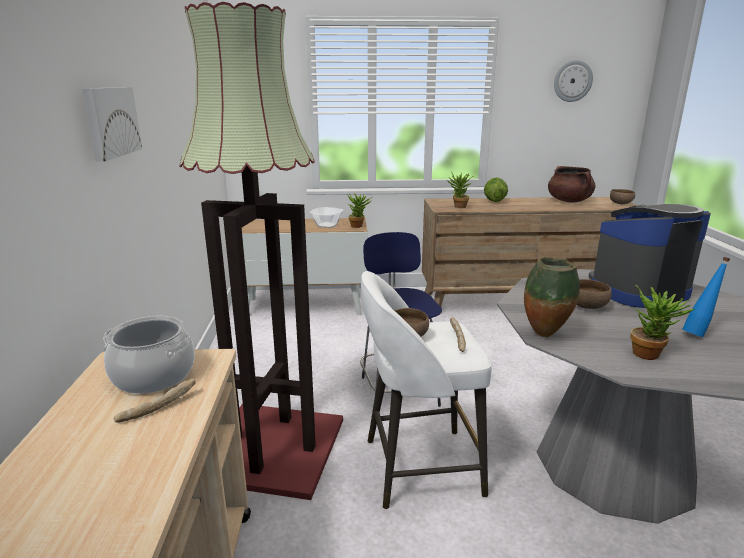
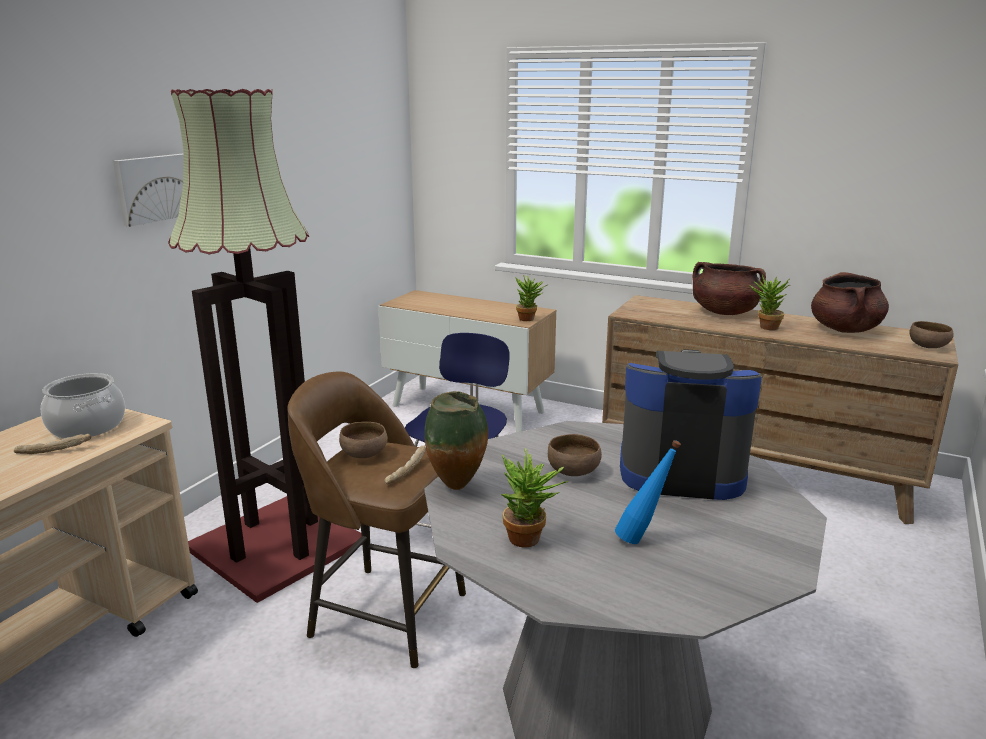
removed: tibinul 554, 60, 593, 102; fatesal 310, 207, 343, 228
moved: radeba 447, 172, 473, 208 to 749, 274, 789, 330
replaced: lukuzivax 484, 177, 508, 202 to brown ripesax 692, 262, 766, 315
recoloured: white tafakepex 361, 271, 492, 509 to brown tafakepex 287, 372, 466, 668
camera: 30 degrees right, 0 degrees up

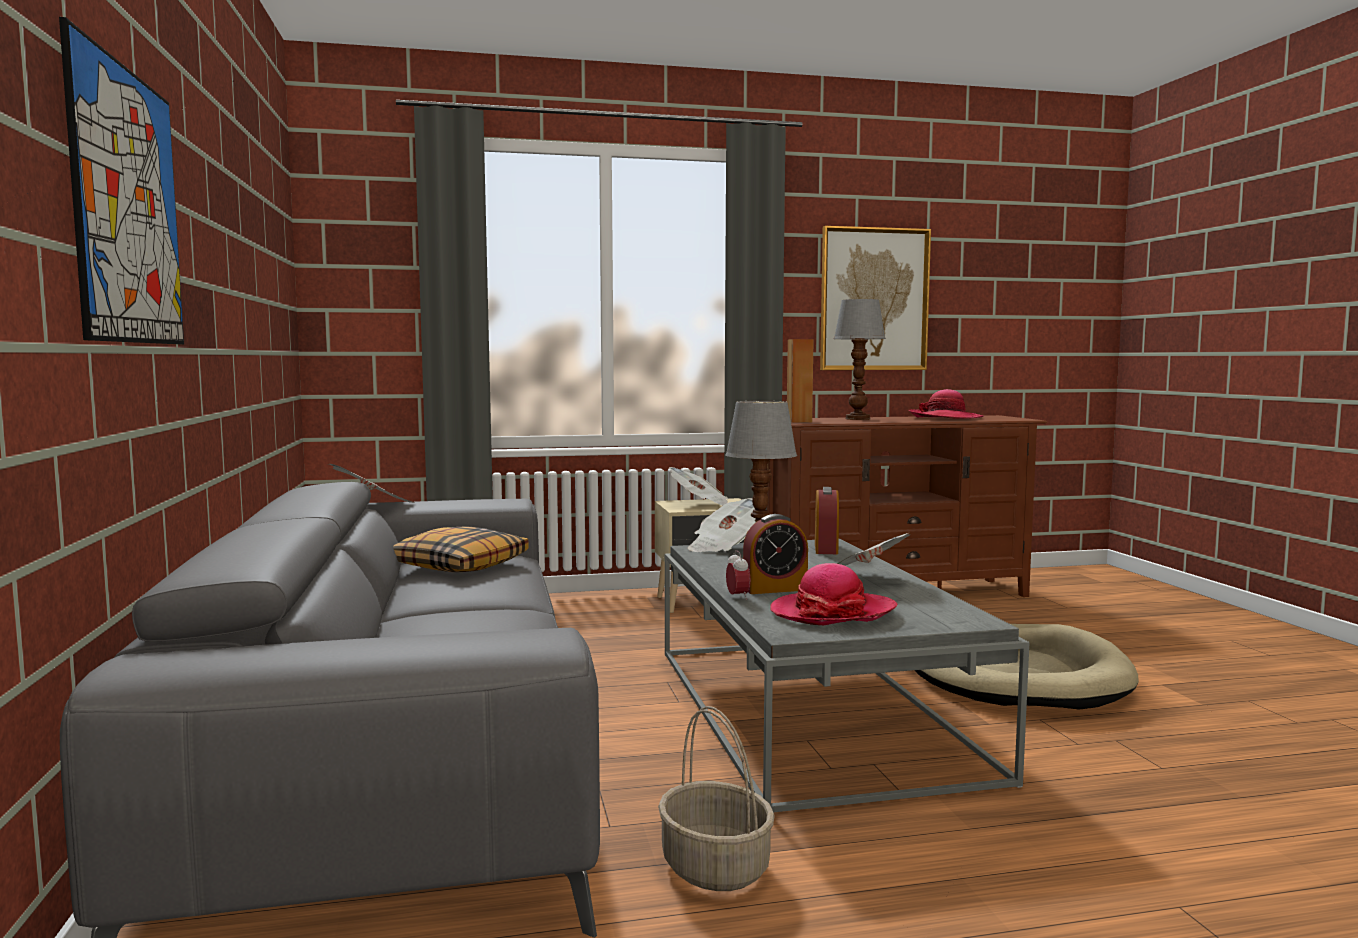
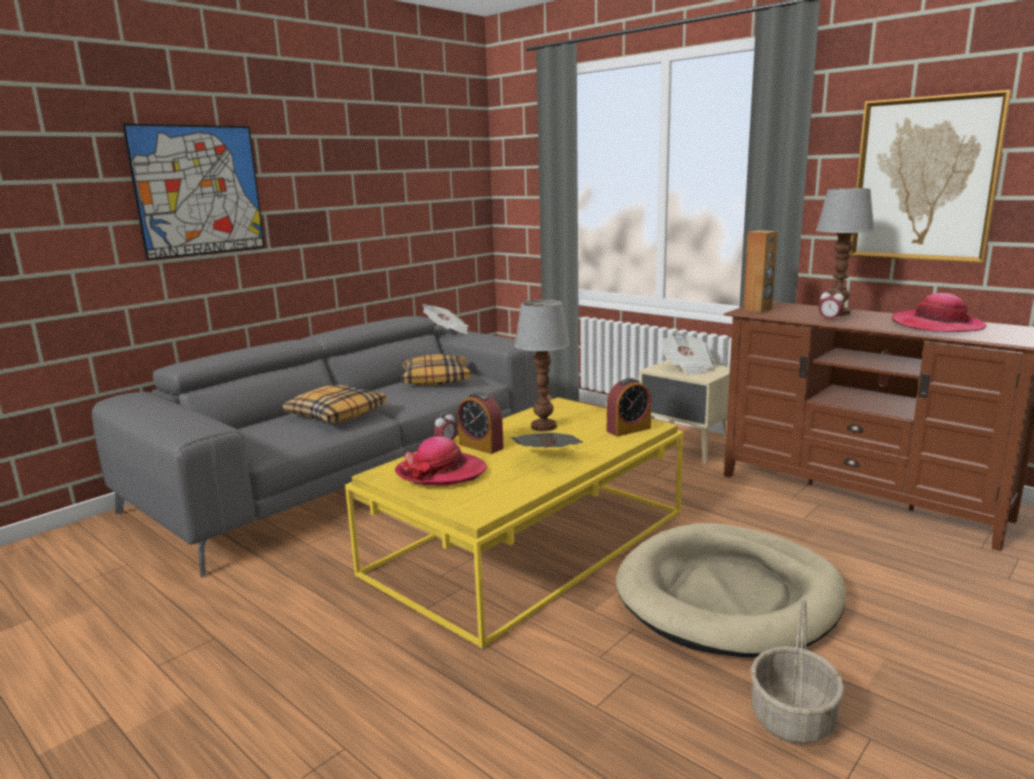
removed: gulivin 688, 498, 766, 552
added: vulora 819, 289, 844, 322; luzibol 283, 385, 386, 423
moved: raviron 658, 706, 775, 891 to 751, 600, 844, 744
recoloured: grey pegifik 665, 539, 1029, 812 to yellow pegifik 345, 397, 683, 649
camera: 55 degrees right, 10 degrees up

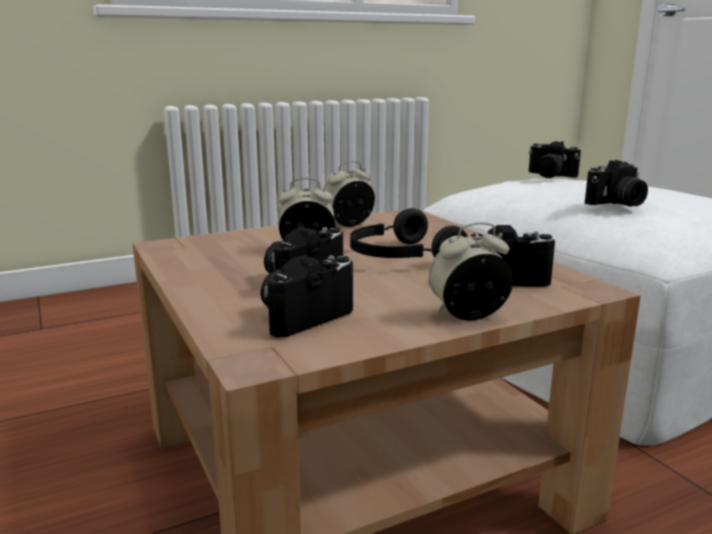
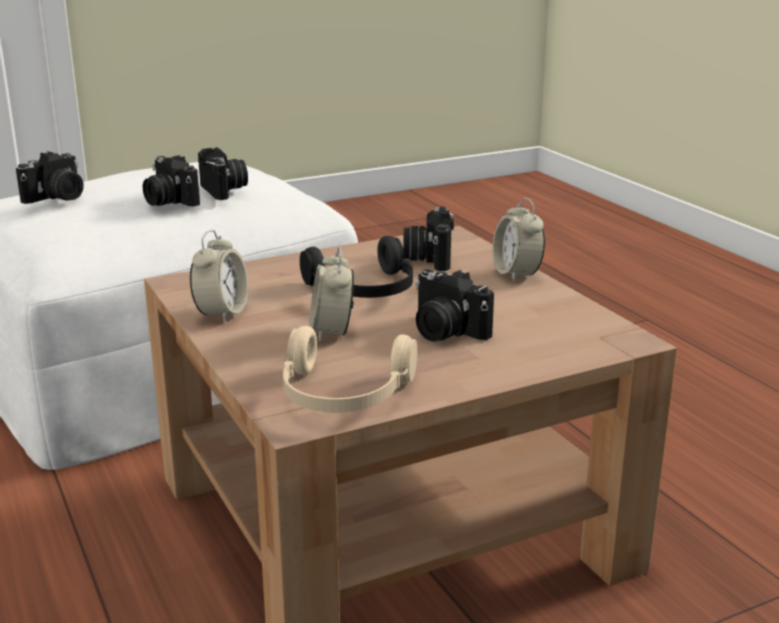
added: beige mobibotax 283, 326, 417, 413
moved: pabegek 260, 255, 353, 338 to 143, 155, 200, 206
turned: vulora 323, 161, 375, 227 = 190, 230, 248, 323 135 degrees counterclockwise
camera: 90 degrees left, 5 degrees up

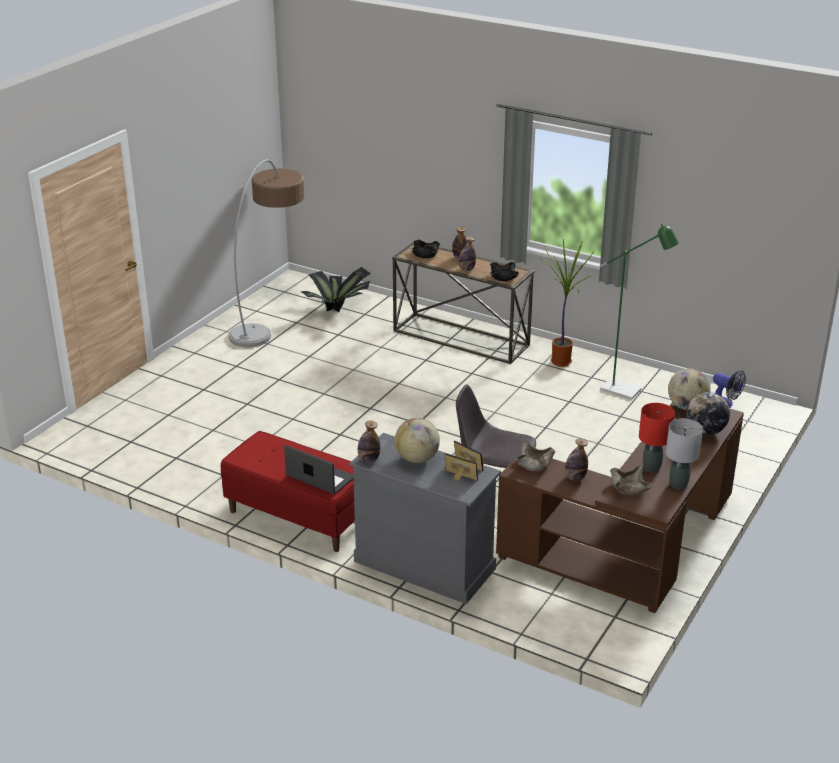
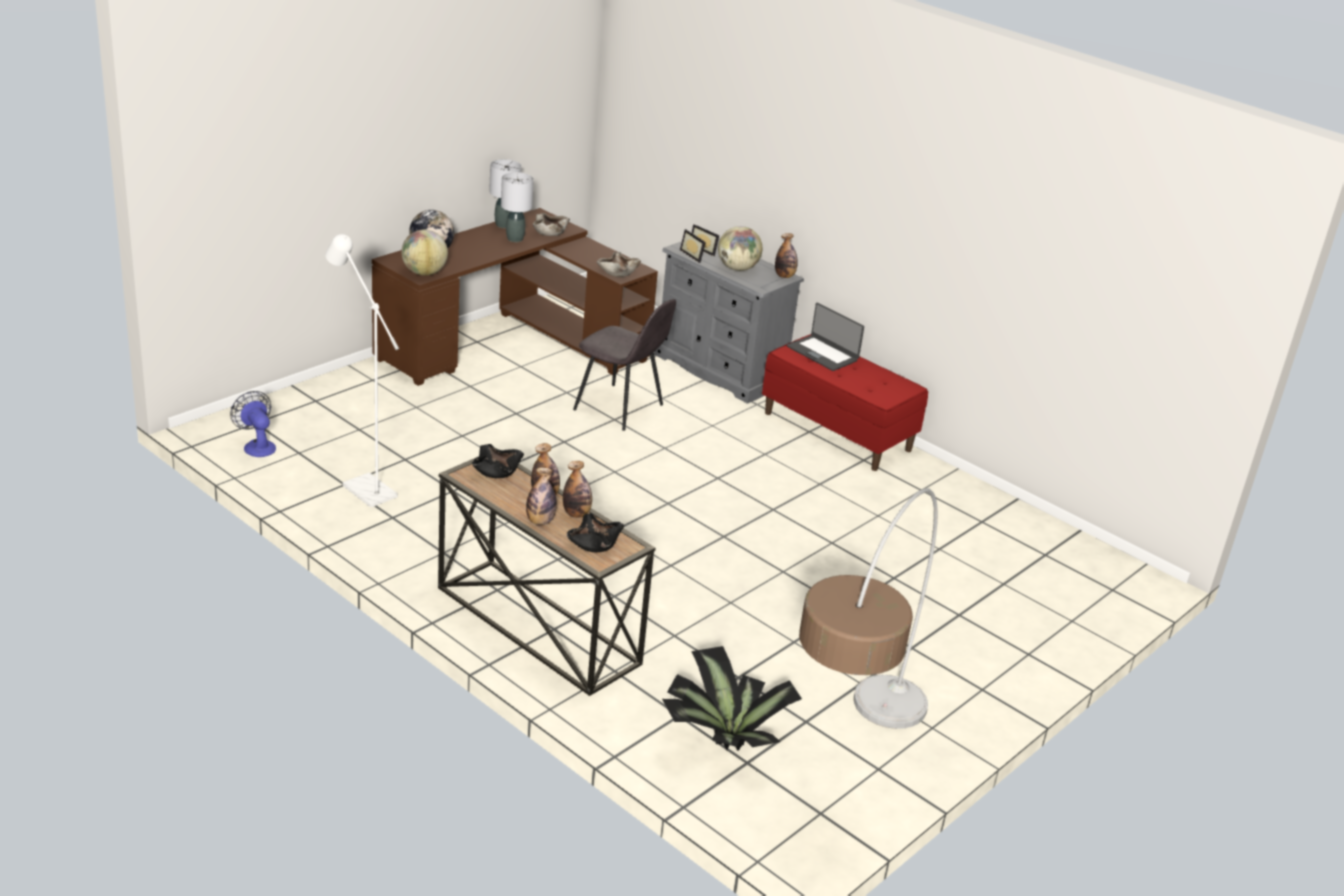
removed: radeba 541, 239, 595, 367
moved: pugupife 565, 439, 588, 481 to 563, 461, 592, 518
recoloured: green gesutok 599, 224, 679, 400 to white gesutok 325, 234, 399, 508; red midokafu 639, 403, 675, 472 to grey midokafu 501, 172, 534, 242
camera: 170 degrees left, 0 degrees up

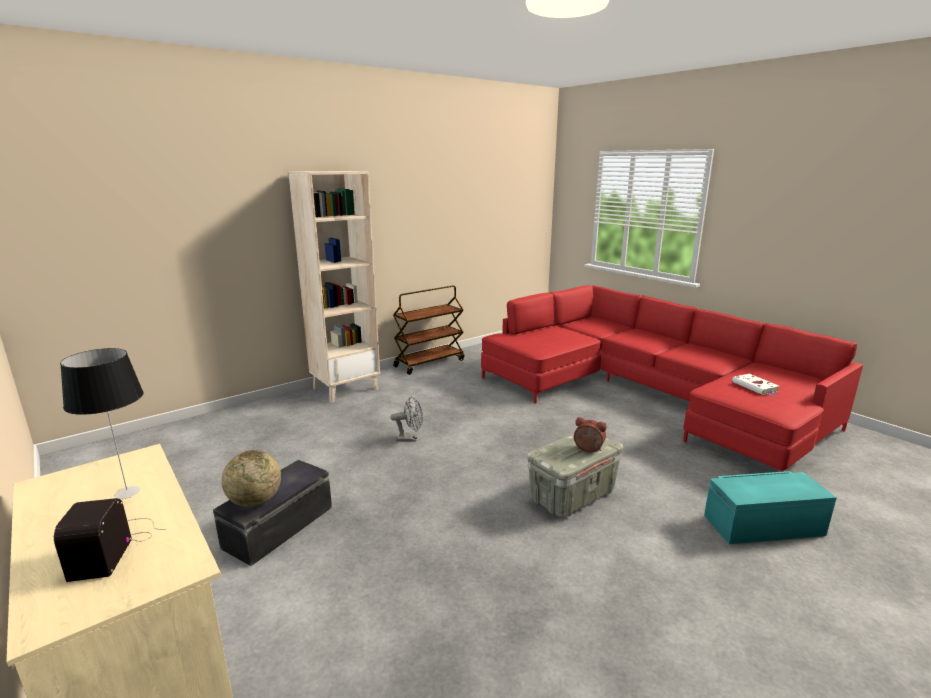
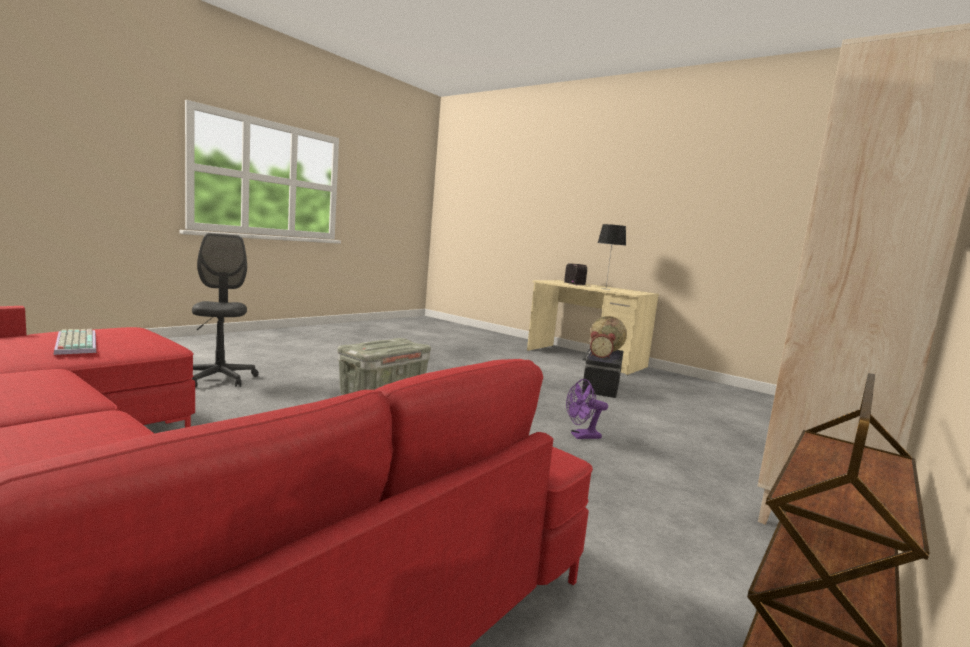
moved: vulora 574, 417, 607, 452 to 590, 331, 615, 358
replaced: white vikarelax 732, 374, 779, 397 to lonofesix 54, 329, 96, 355; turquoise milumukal 704, 471, 837, 544 to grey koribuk 192, 233, 259, 387
recoloured: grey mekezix 390, 397, 423, 442 to purple mekezix 566, 379, 608, 439
camera: 165 degrees right, 10 degrees down

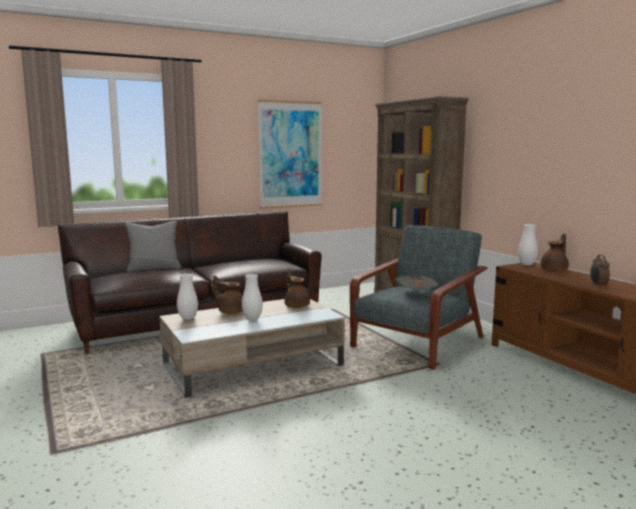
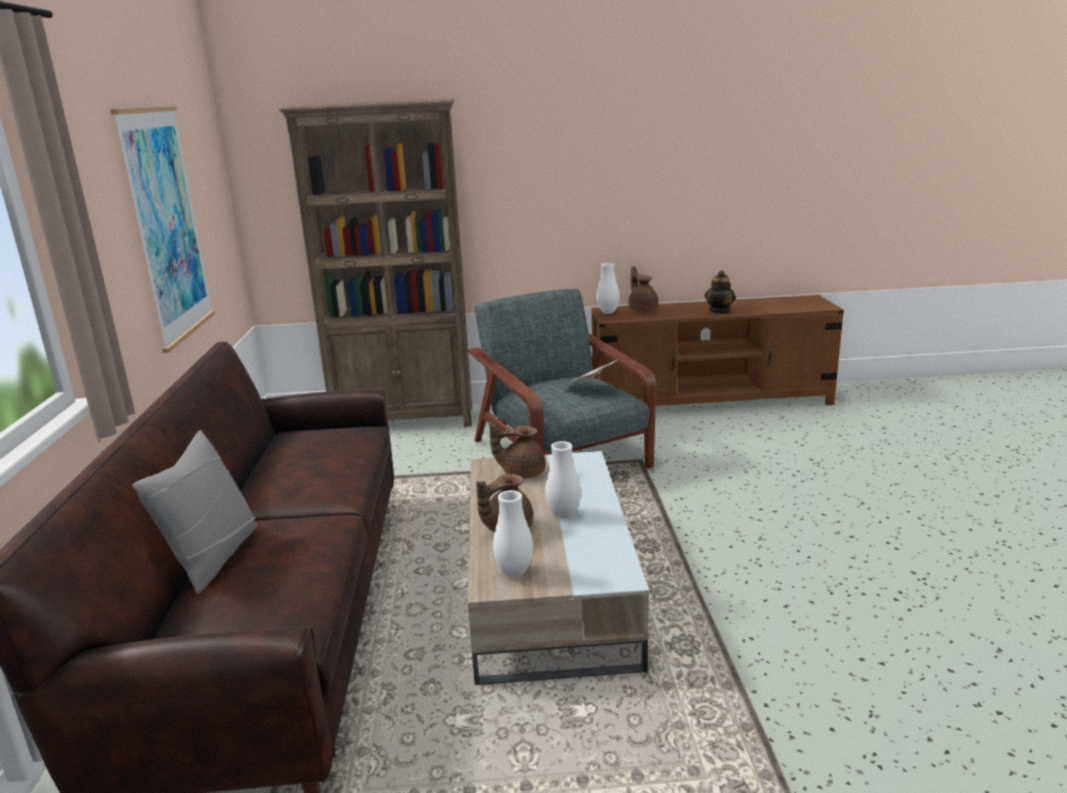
replaced: vulora 590, 255, 610, 288 to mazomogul 705, 270, 736, 314
camera: 65 degrees left, 10 degrees up

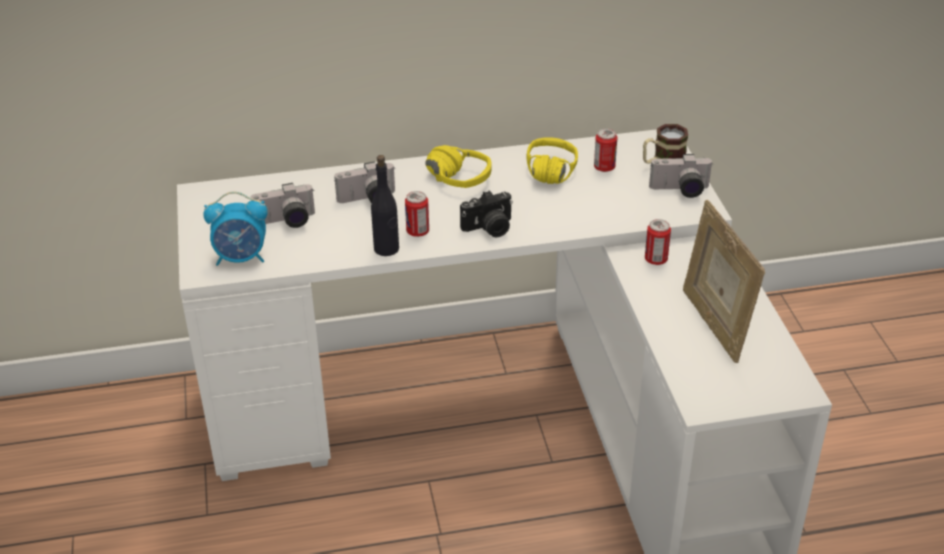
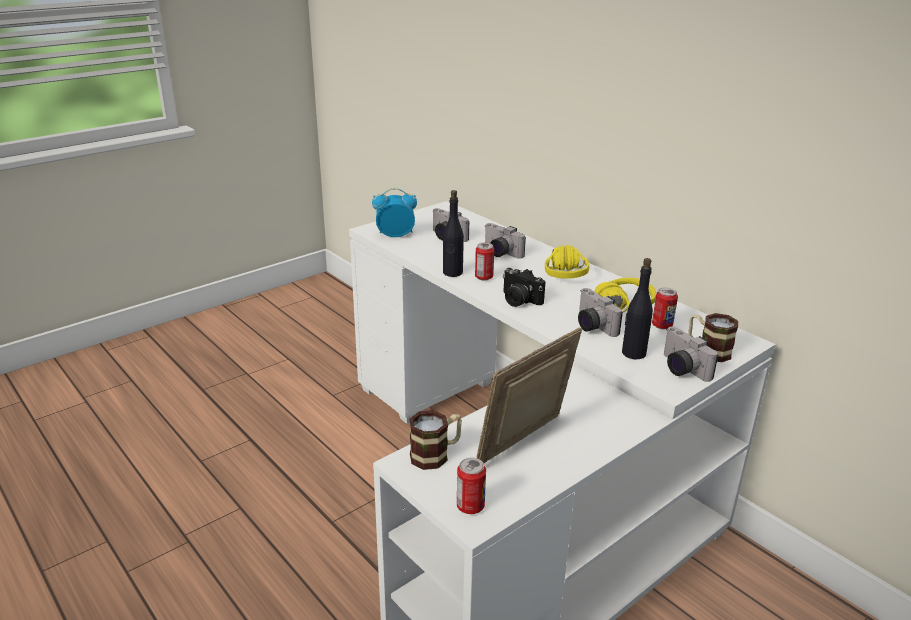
added: black pugupife 622, 258, 653, 359; pabegek 578, 288, 623, 337; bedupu 409, 410, 462, 470
moved: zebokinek 645, 219, 671, 265 to 457, 457, 486, 514
turned: vulora 203, 191, 268, 266 = 372, 188, 417, 237 120 degrees clockwise
camera: 60 degrees right, 10 degrees down

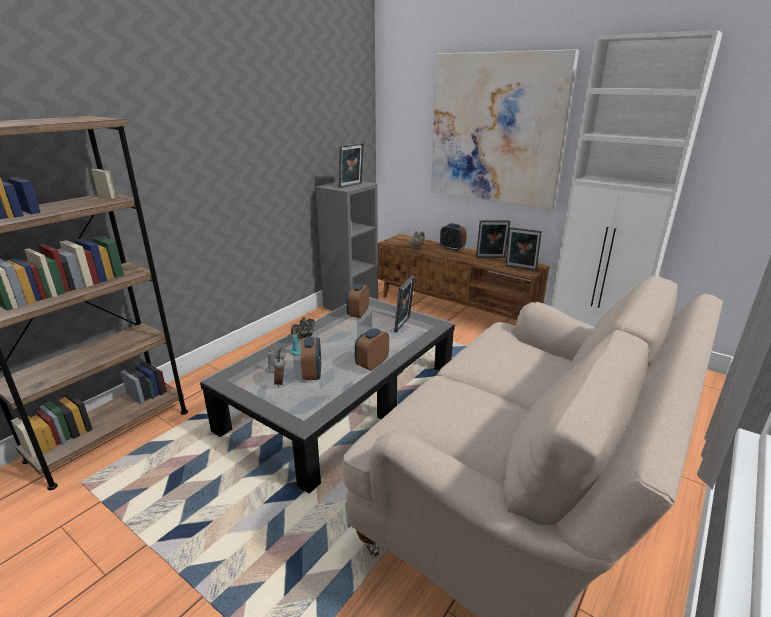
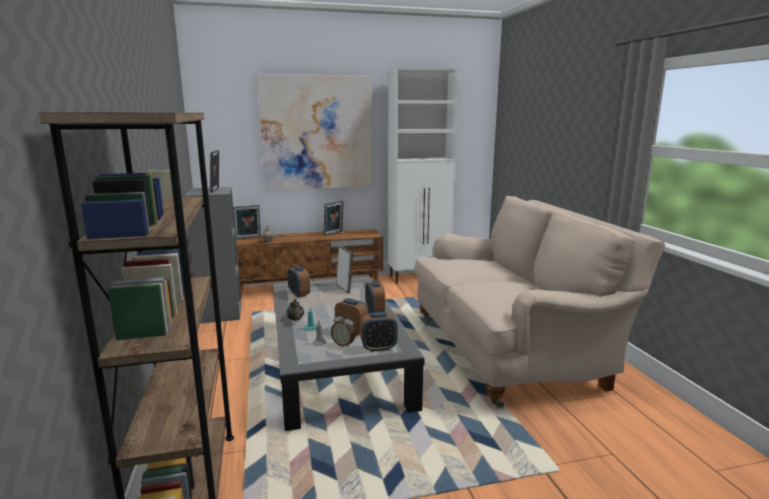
moved: vulora 440, 223, 467, 251 to 360, 312, 398, 352; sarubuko 505, 227, 542, 271 to 233, 205, 261, 239
camera: 50 degrees left, 10 degrees down

